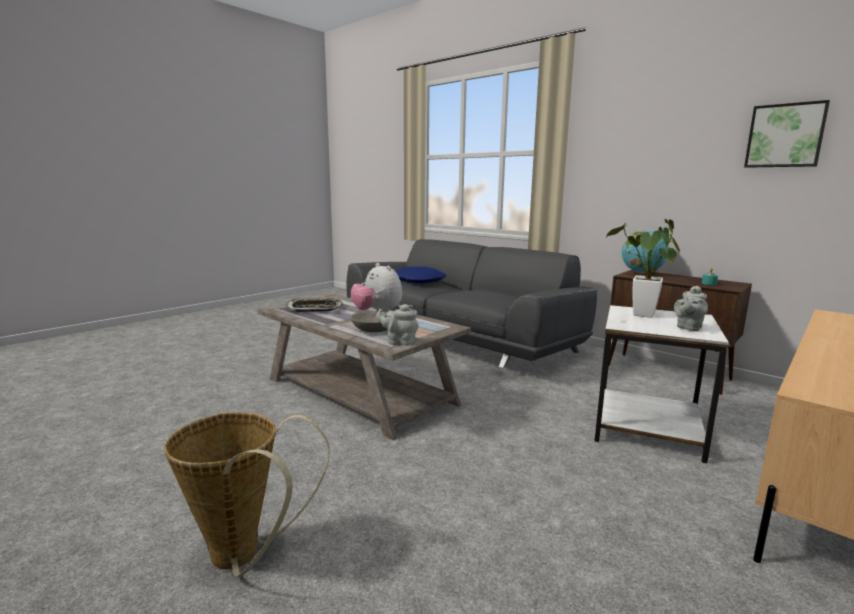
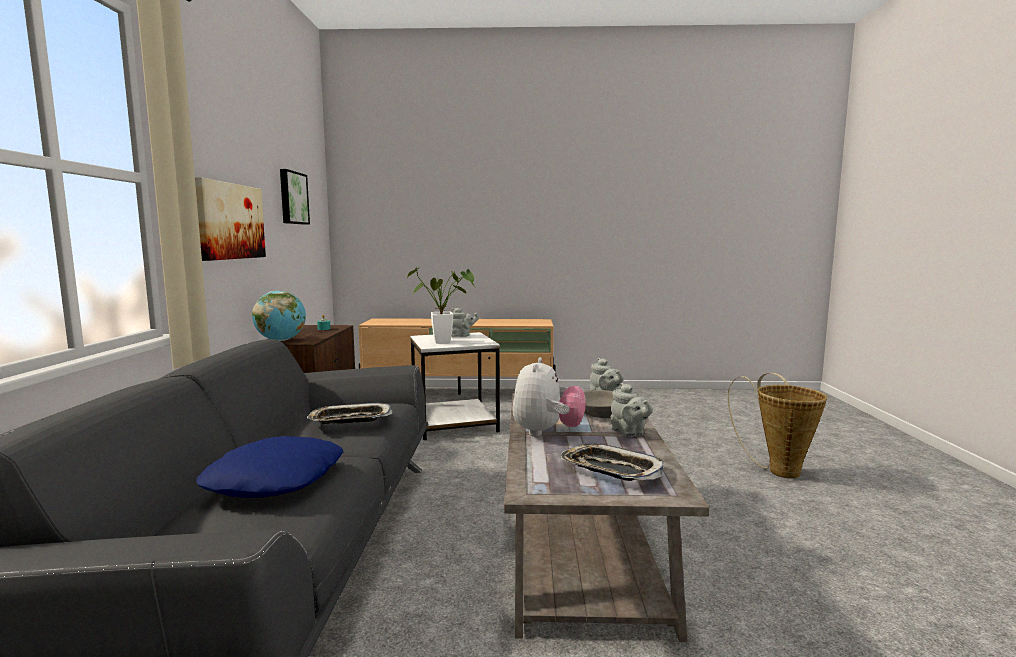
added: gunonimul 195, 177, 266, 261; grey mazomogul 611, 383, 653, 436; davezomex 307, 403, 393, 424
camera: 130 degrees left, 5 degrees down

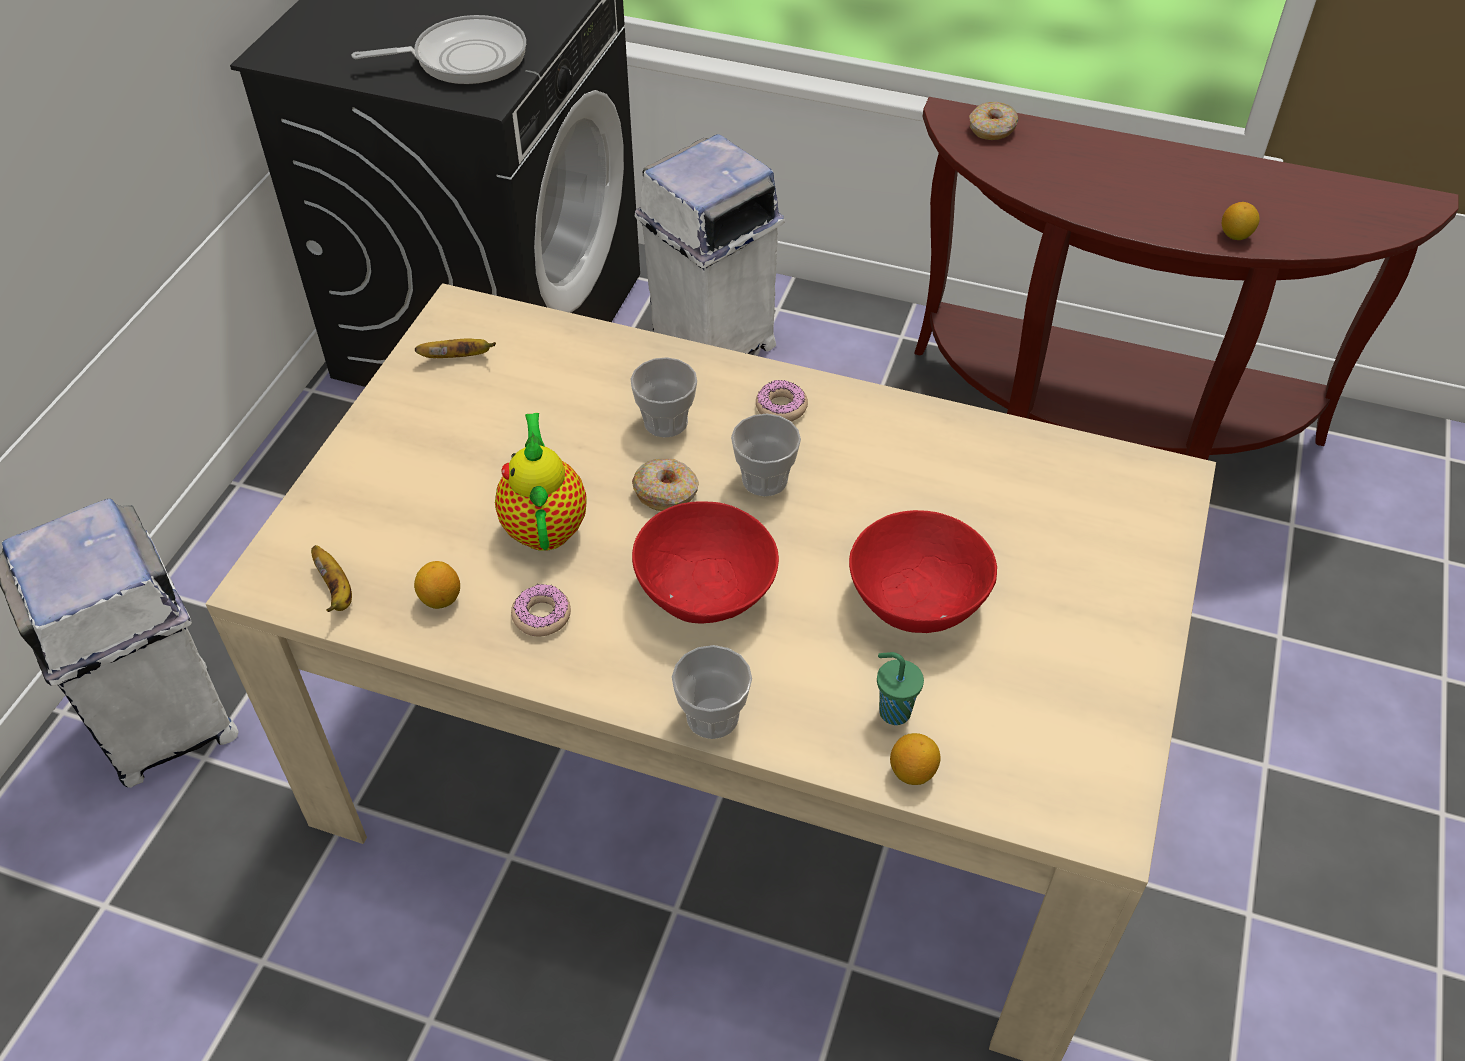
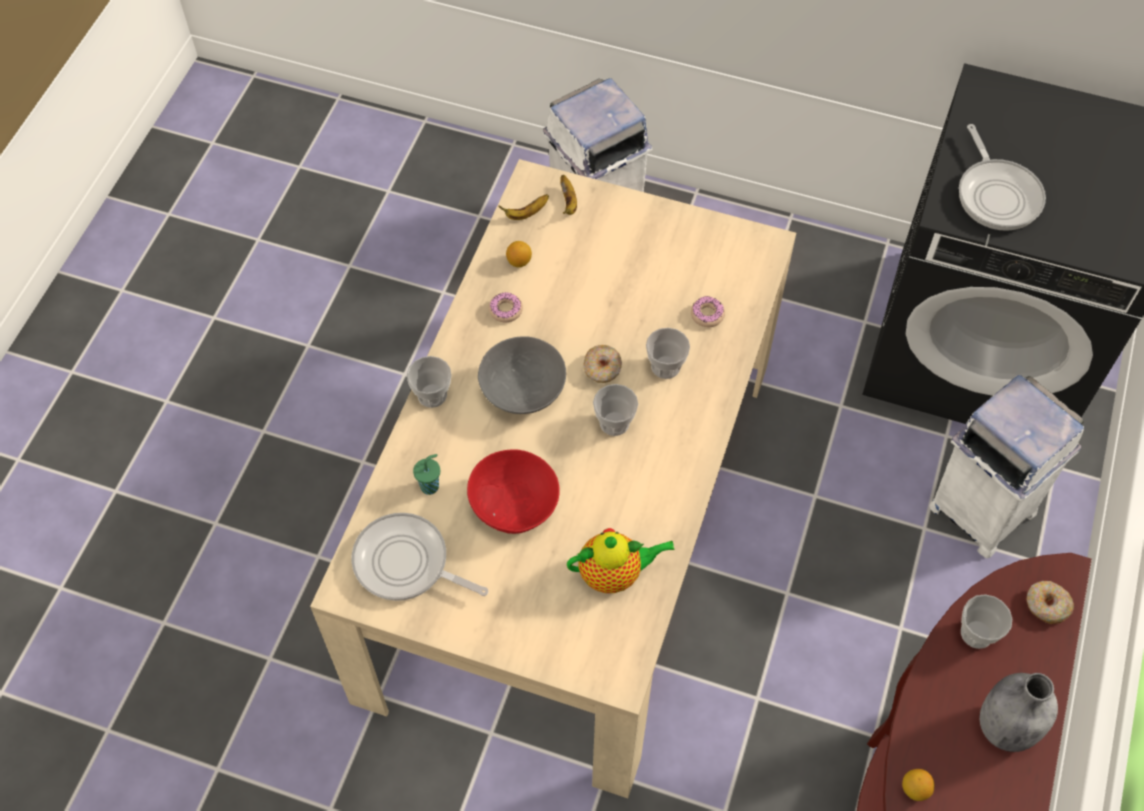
removed: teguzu 890, 733, 941, 785
added: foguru 351, 513, 488, 601; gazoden 961, 594, 1012, 649; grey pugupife 980, 673, 1058, 752
moved: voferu 415, 339, 496, 358 to 560, 175, 577, 215; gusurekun 756, 380, 808, 421 to 691, 296, 725, 327; mazomogul 495, 413, 587, 551 to 567, 528, 675, 593
recoloured: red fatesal 632, 501, 779, 624 to grey fatesal 478, 336, 566, 414
camera: 90 degrees right, 10 degrees up

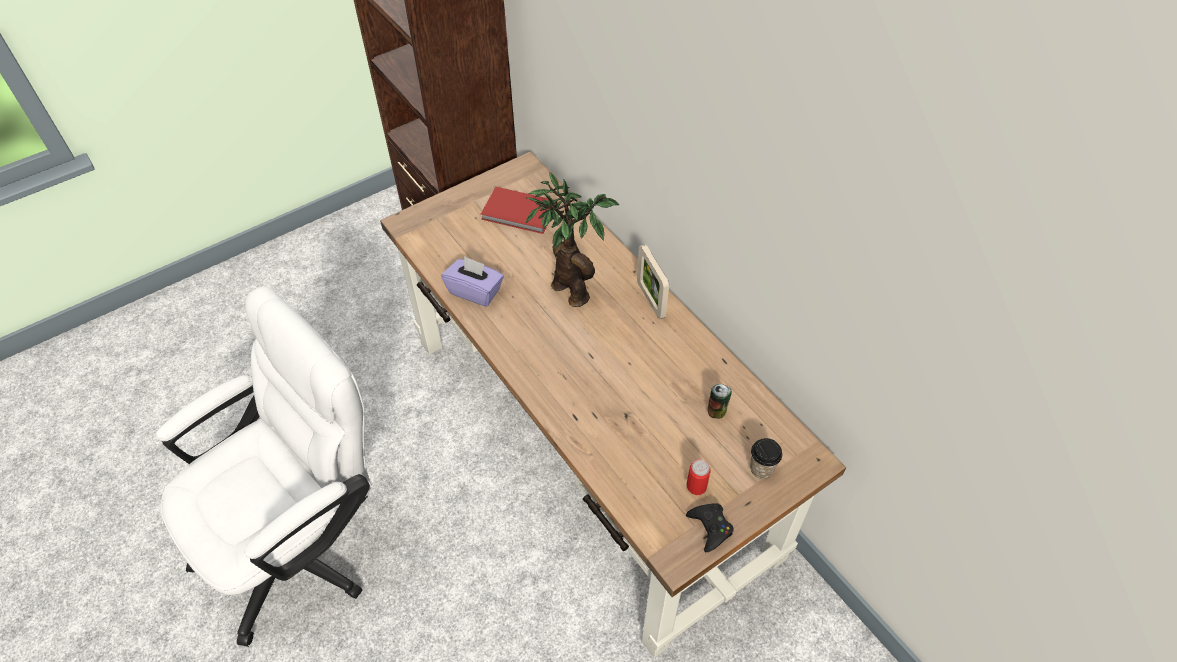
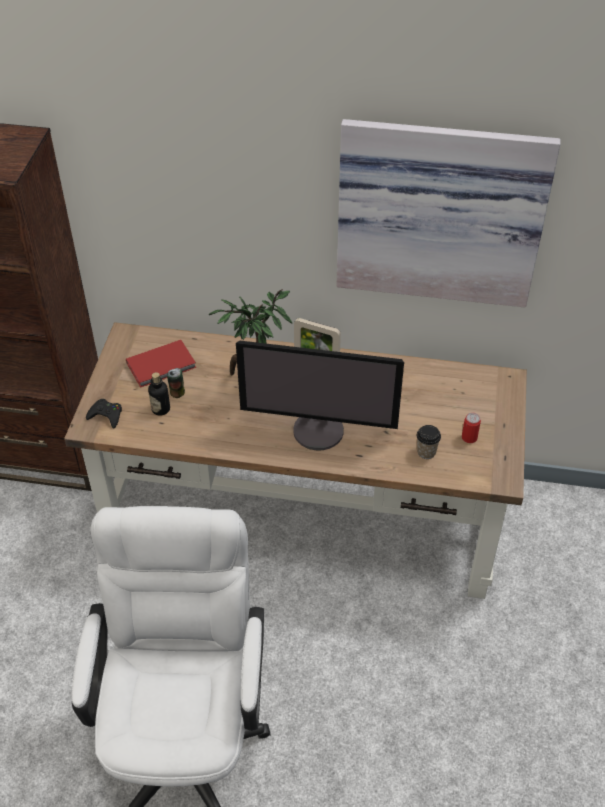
removed: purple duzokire 441, 256, 504, 307
added: gunonimul 336, 119, 561, 307; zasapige 236, 341, 404, 451; pugupife 148, 372, 170, 416
moved: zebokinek 708, 384, 732, 419 to 167, 368, 185, 398; gazoden 750, 438, 782, 479 to 417, 425, 441, 459; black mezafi 686, 503, 733, 552 to 86, 399, 122, 428
camera: 45 degrees left, 5 degrees down

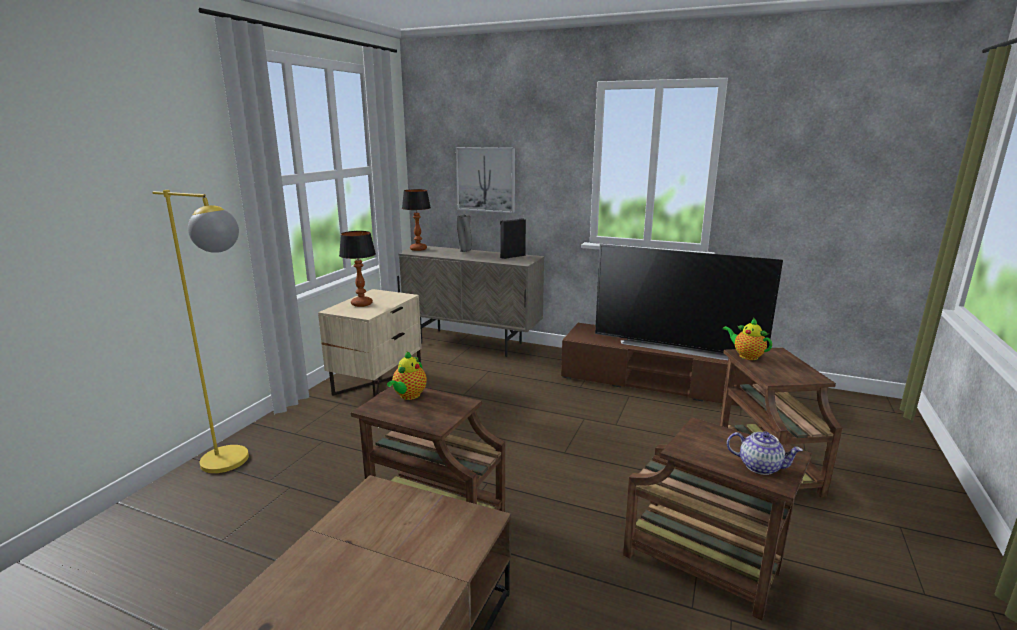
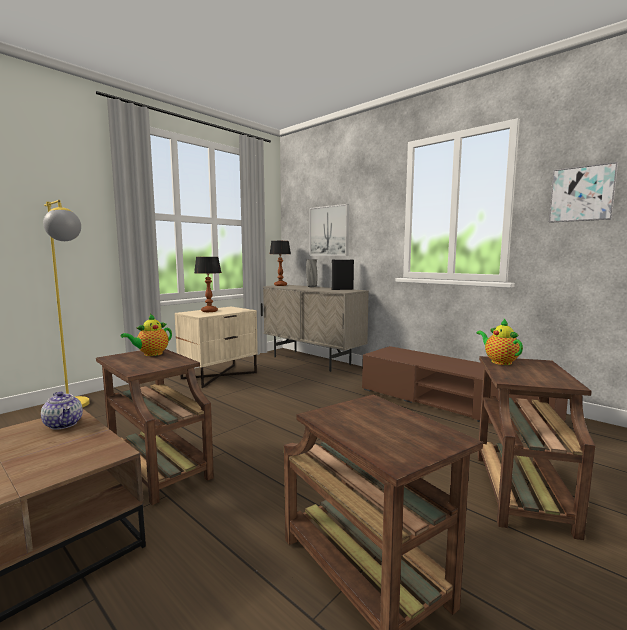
removed: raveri 595, 244, 783, 360
added: gunonimul 549, 162, 618, 223
moved: mazomogul 727, 431, 803, 475 to 41, 392, 83, 430
camera: 20 degrees right, 10 degrees down

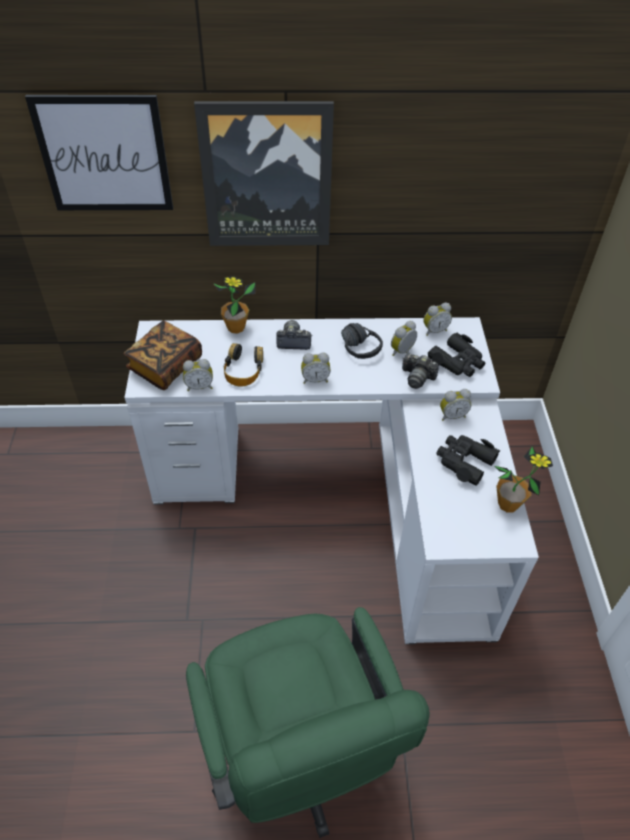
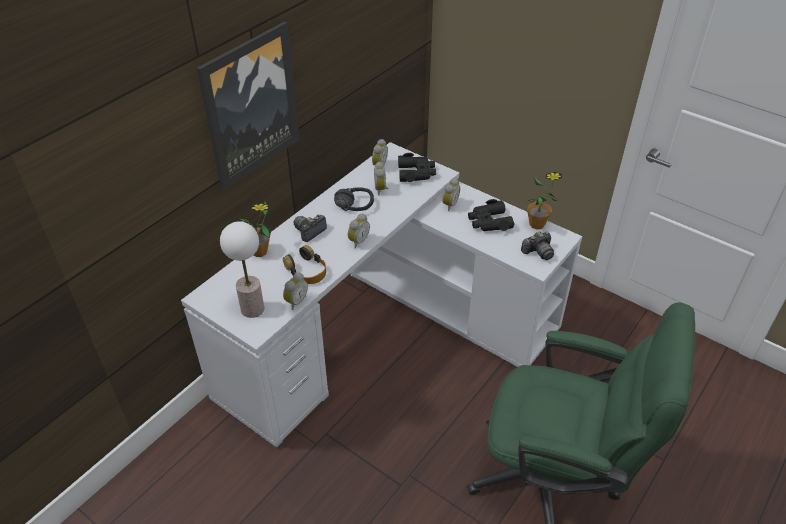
removed: gunonimul 25, 95, 173, 210
moved: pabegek 402, 354, 439, 389 to 521, 231, 554, 260
replaced: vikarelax 124, 321, 202, 390 to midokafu 220, 221, 264, 318
camera: 50 degrees left, 5 degrees down

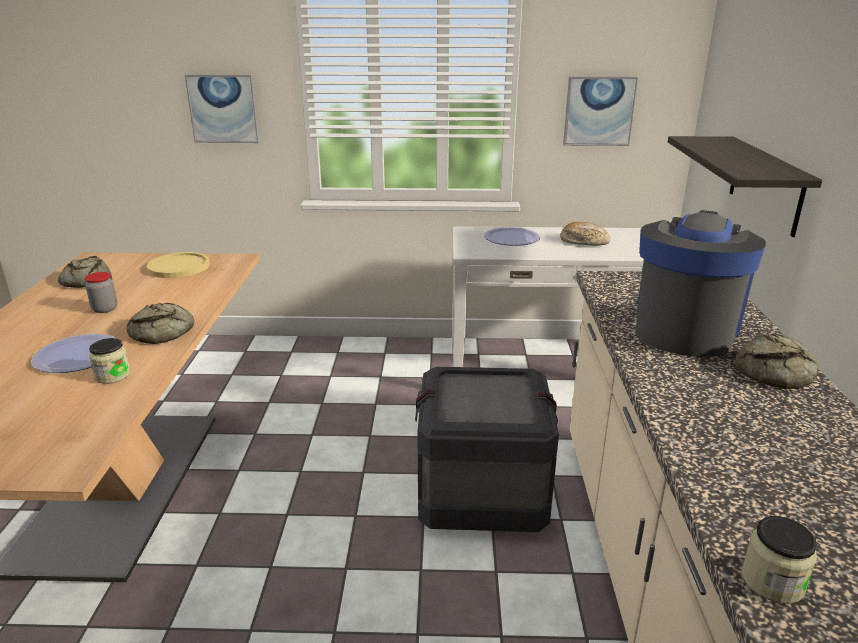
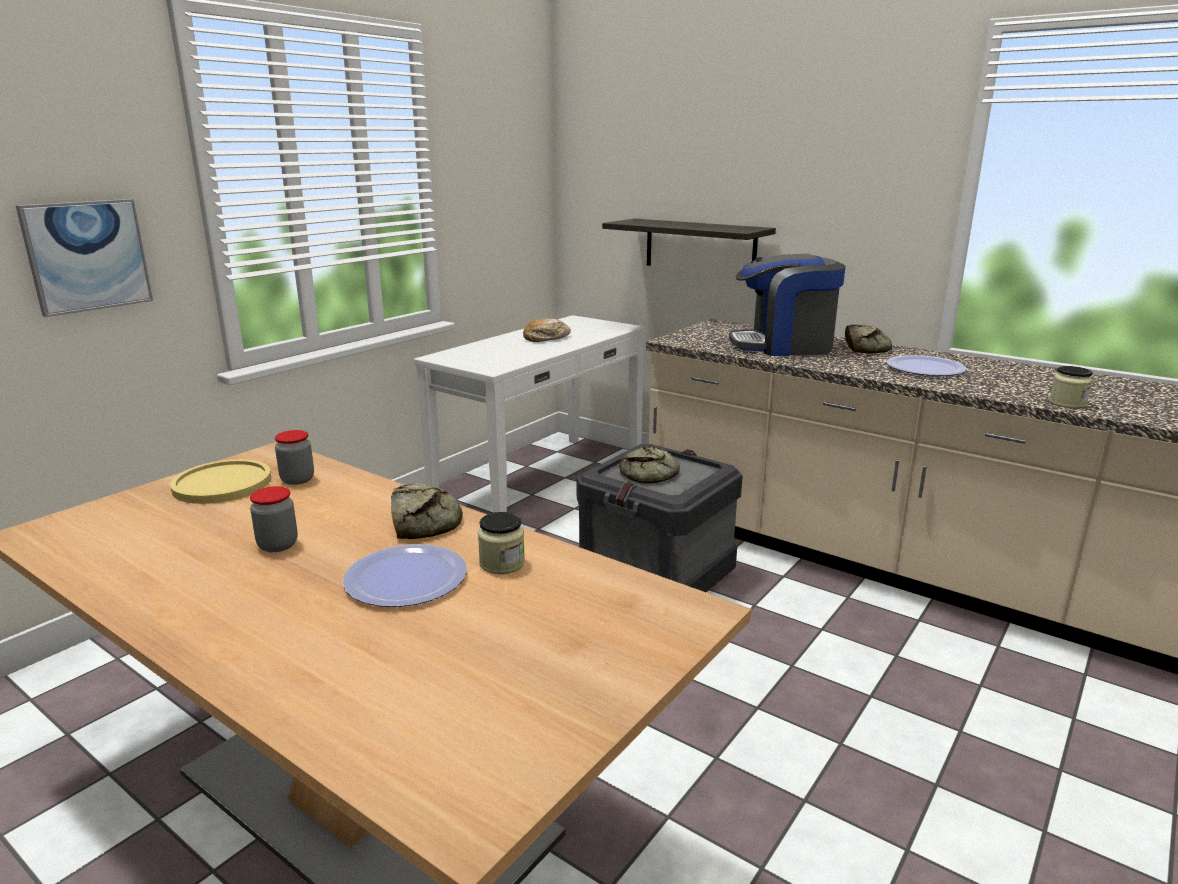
removed: gunonimul 563, 76, 638, 146
added: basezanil 275, 430, 314, 485
moved: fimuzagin 484, 227, 540, 246 to 886, 355, 966, 376; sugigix 58, 256, 112, 288 to 619, 447, 680, 484
turned: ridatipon 635, 210, 766, 357 = 729, 254, 846, 356 60 degrees counterclockwise
camera: 55 degrees left, 5 degrees down

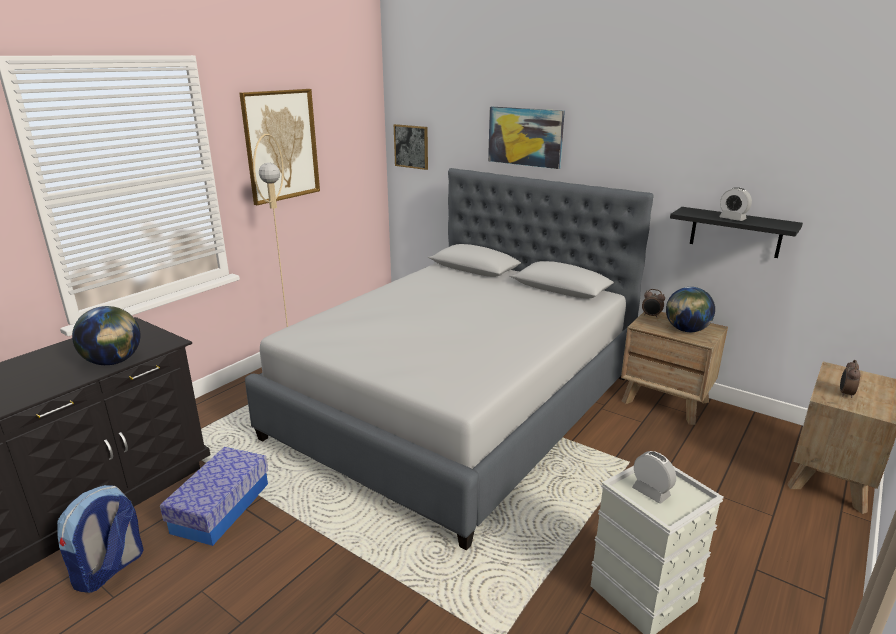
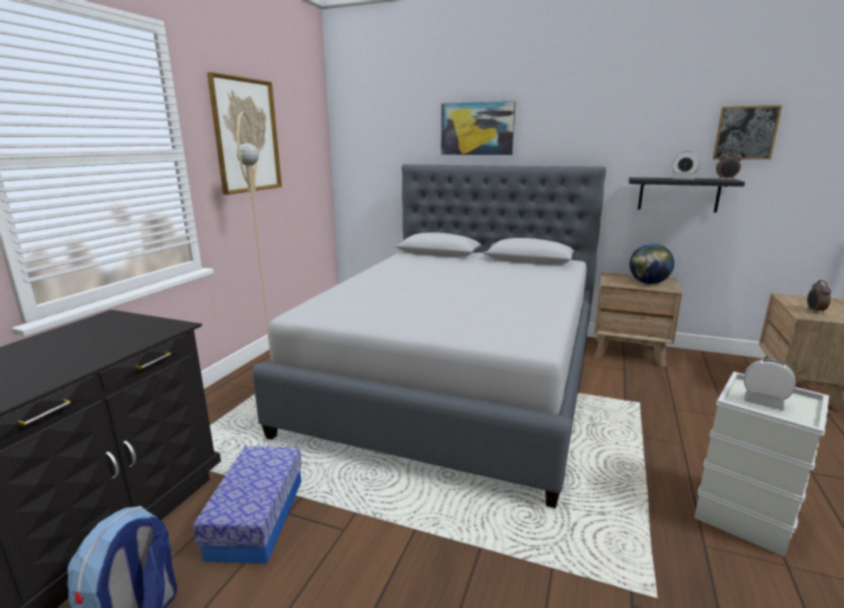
removed: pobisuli 72, 306, 140, 365
moved: gunonimul 394, 124, 428, 170 to 713, 105, 782, 160; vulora 642, 289, 665, 318 to 716, 150, 742, 180
camera: 15 degrees left, 5 degrees down

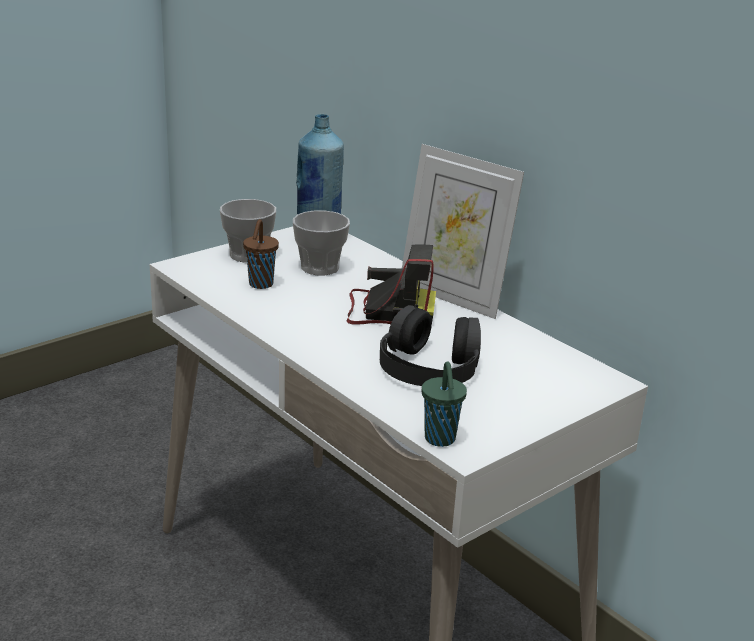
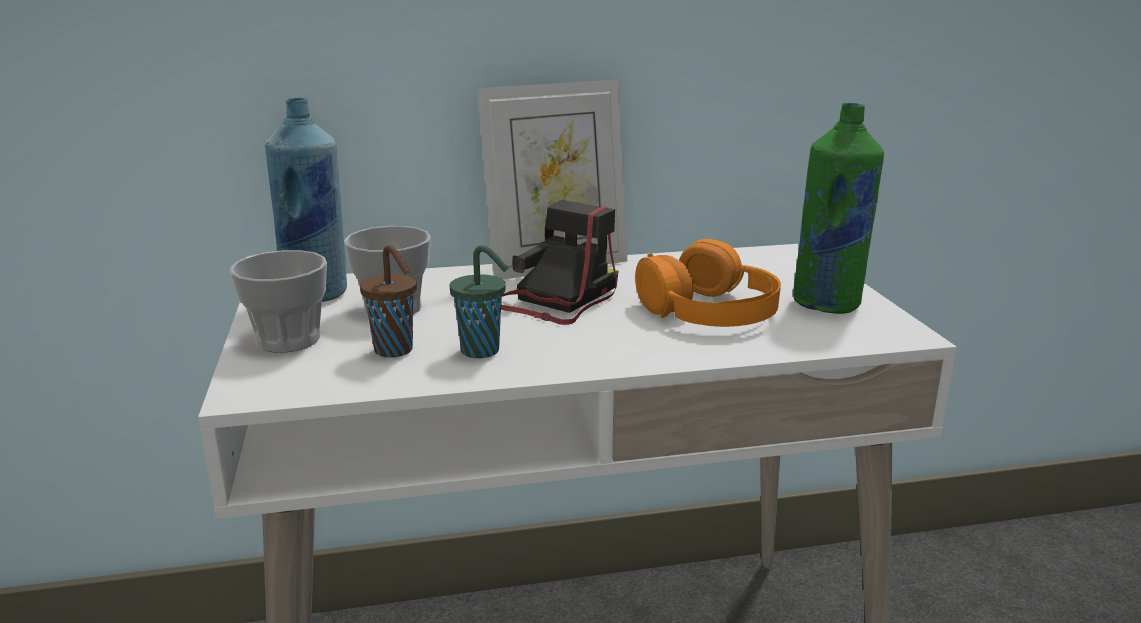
added: green pugupife 793, 103, 884, 314
moved: green gazoden 422, 361, 467, 447 to 449, 245, 508, 358
recoloured: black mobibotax 380, 305, 481, 386 to orange mobibotax 635, 239, 781, 327
camera: 60 degrees left, 5 degrees down

